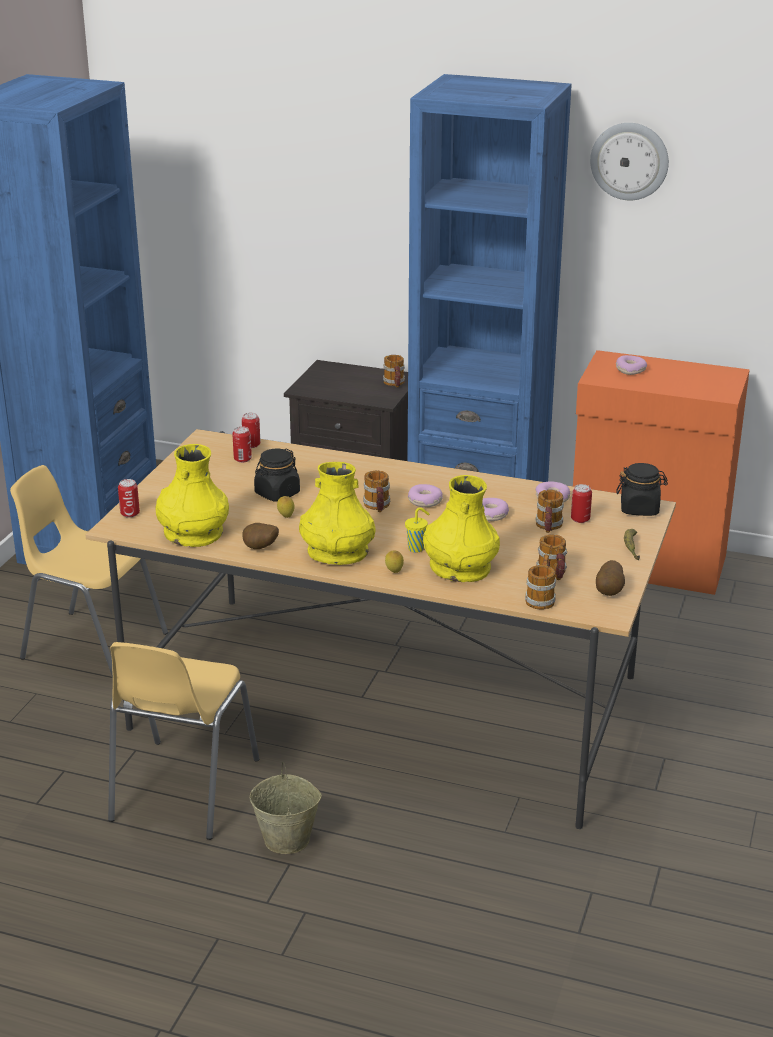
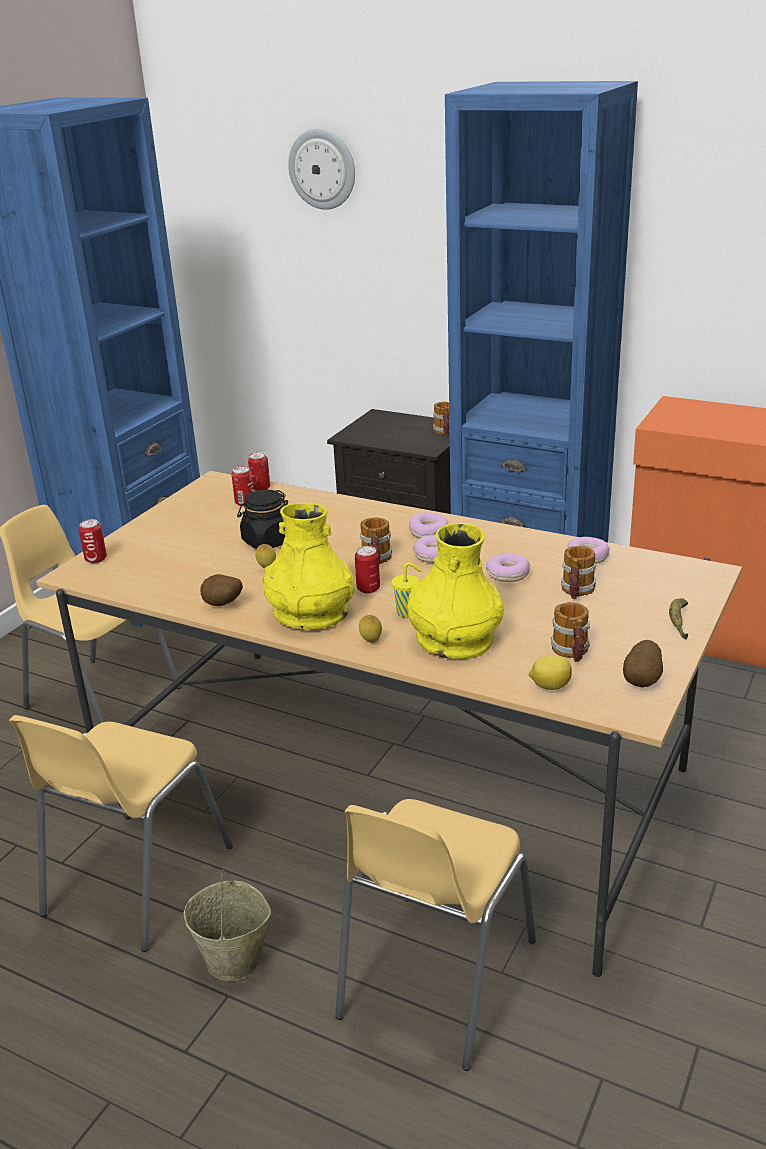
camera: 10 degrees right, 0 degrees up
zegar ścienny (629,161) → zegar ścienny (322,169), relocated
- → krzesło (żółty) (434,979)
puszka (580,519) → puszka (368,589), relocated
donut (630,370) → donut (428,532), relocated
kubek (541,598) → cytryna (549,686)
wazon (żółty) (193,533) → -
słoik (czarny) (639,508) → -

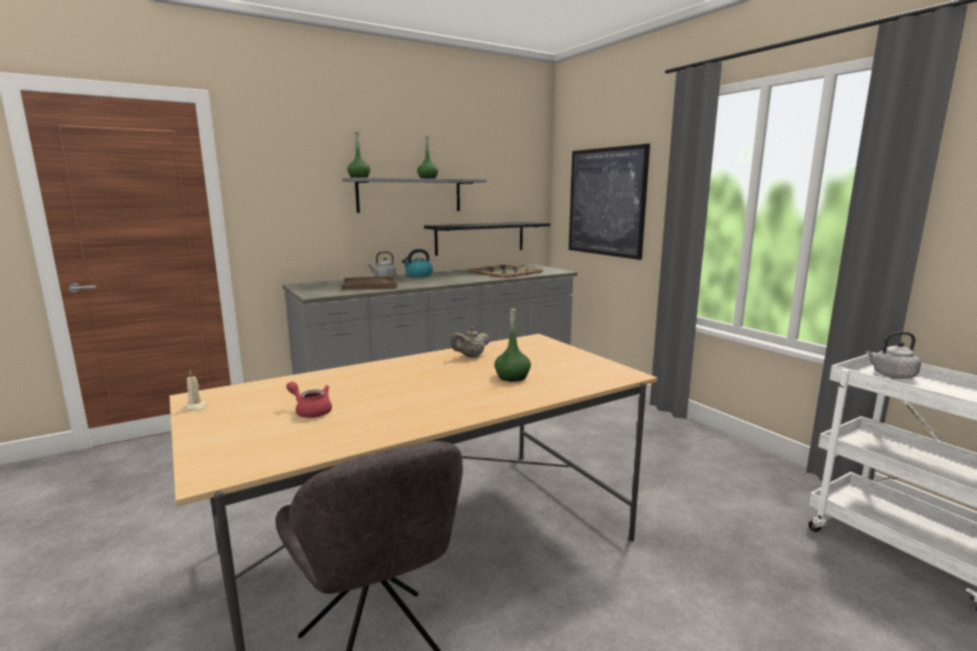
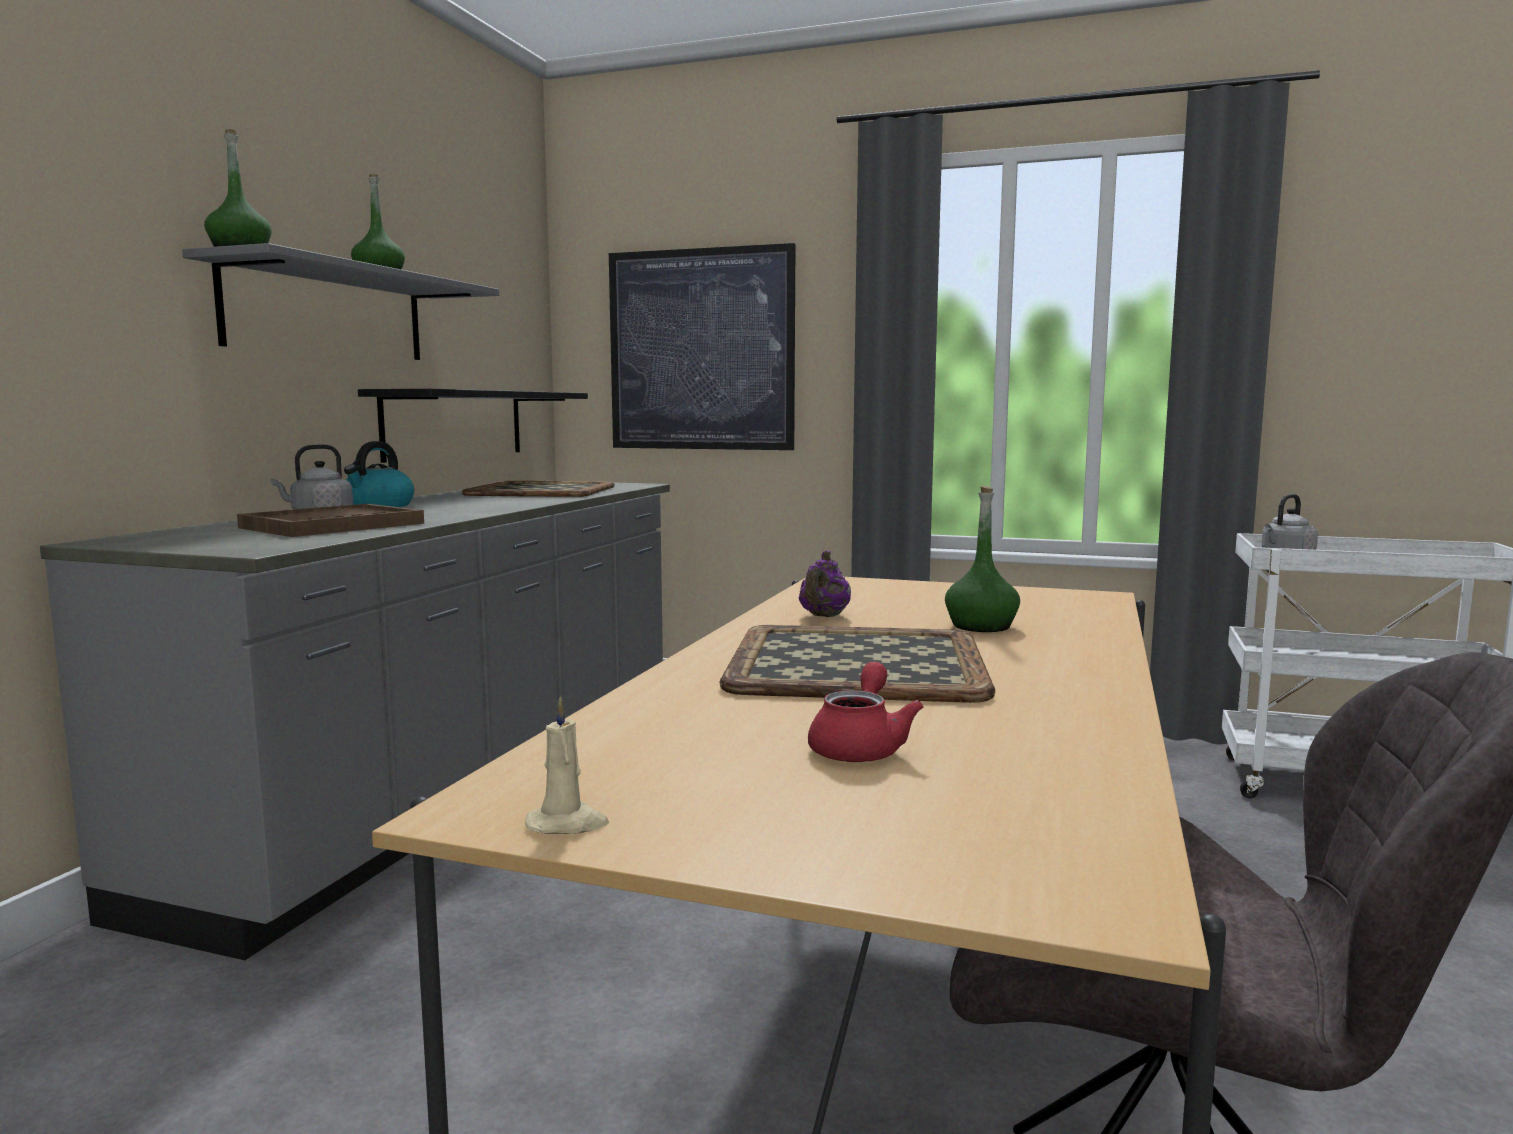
camera: 40 degrees left, 5 degrees down
- → taca (854,663)
imbryk (beżowy) (471,356) → imbryk (fioletowy) (824,616)
imbryk (czerwony) (311,411) → imbryk (czerwony) (860,747), 120 degrees clockwise

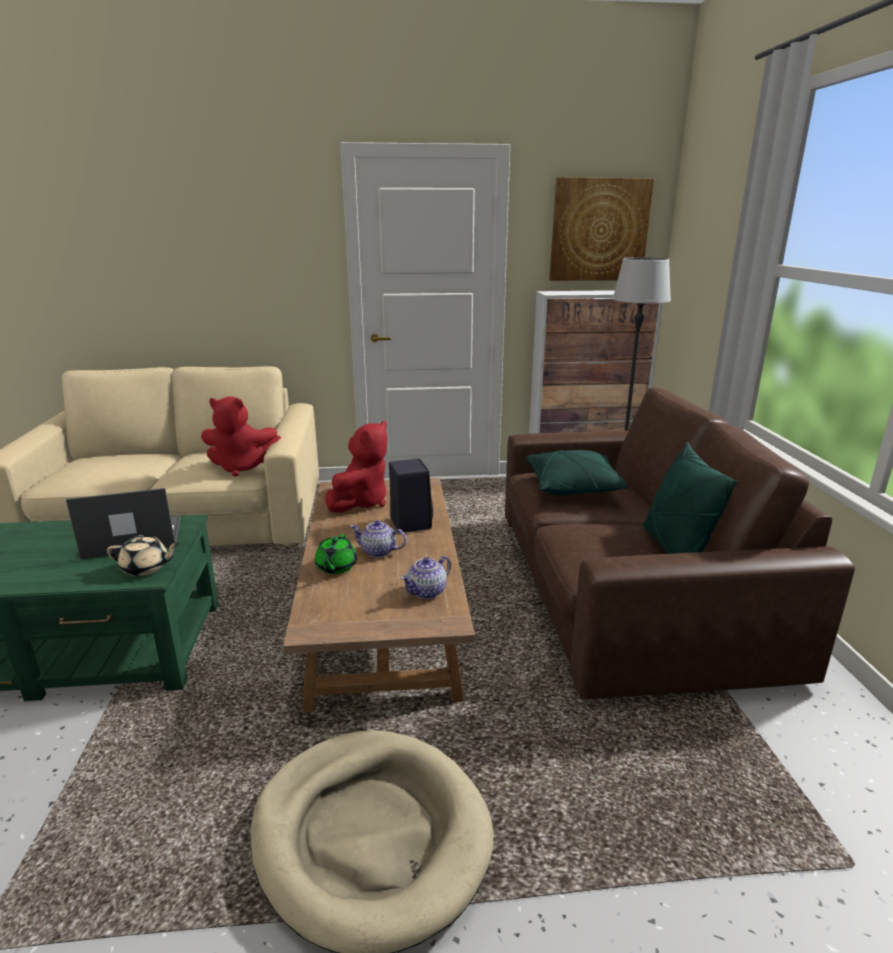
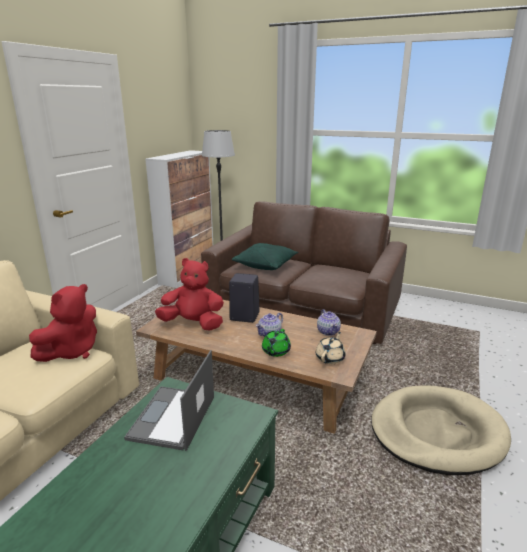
camera: 60 degrees left, 0 degrees up
pluszak (czerwony) (361,502) → pluszak (czerwony) (193,324), 45 degrees counterclockwise
imbryk (zielony) (336,567) → imbryk (zielony) (275,351), 75 degrees clockwise
imbryk (beżowy) (146,568) → imbryk (beżowy) (330,358), relocated
obraz (599,230) → -
poduszka (zielony) (675,549) → -

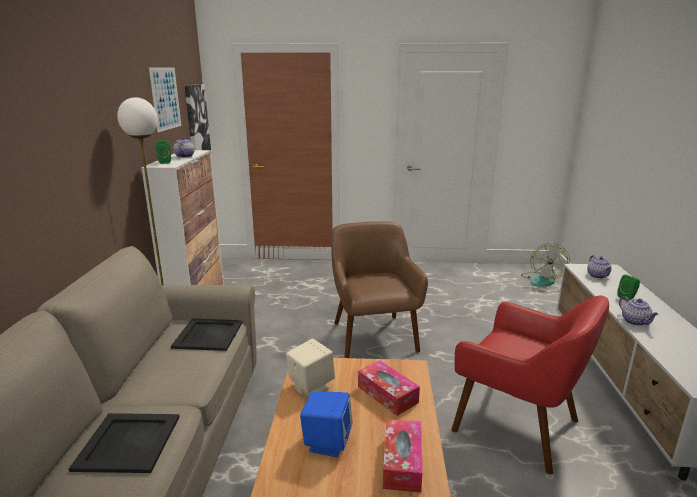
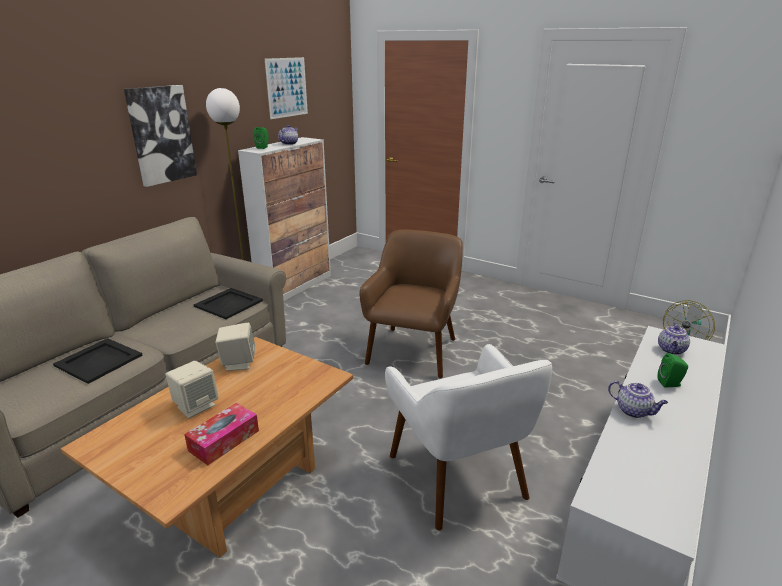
camera: 30 degrees right, 5 degrees up
obraz (196,119) → obraz (161,135), relocated
głośnik (niebieski) (327,442) → głośnik (beżowy) (196,406)
fotel (czerwony) (518,426) → fotel (biały) (458,477)
imbryk (635,321) → imbryk (634,411), 60 degrees counterclockwise
pudełko chusteczek (387,394) → -

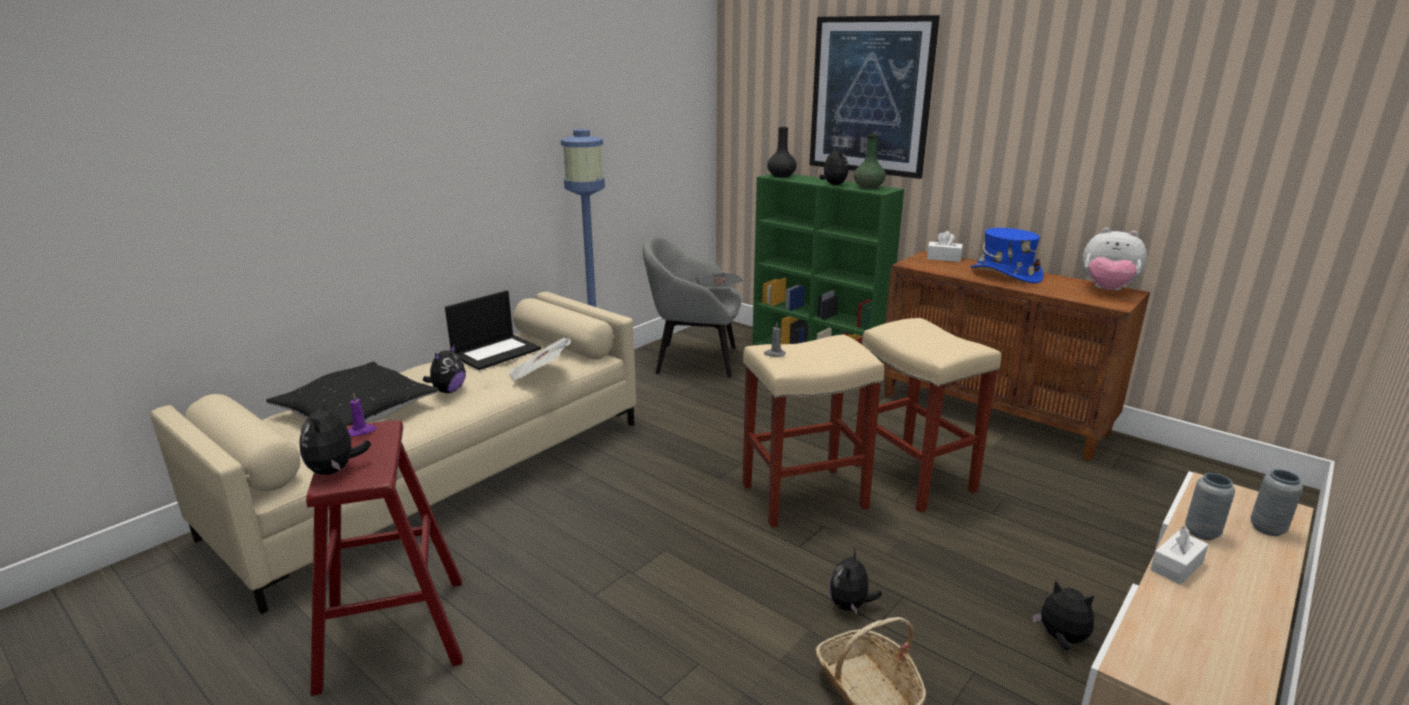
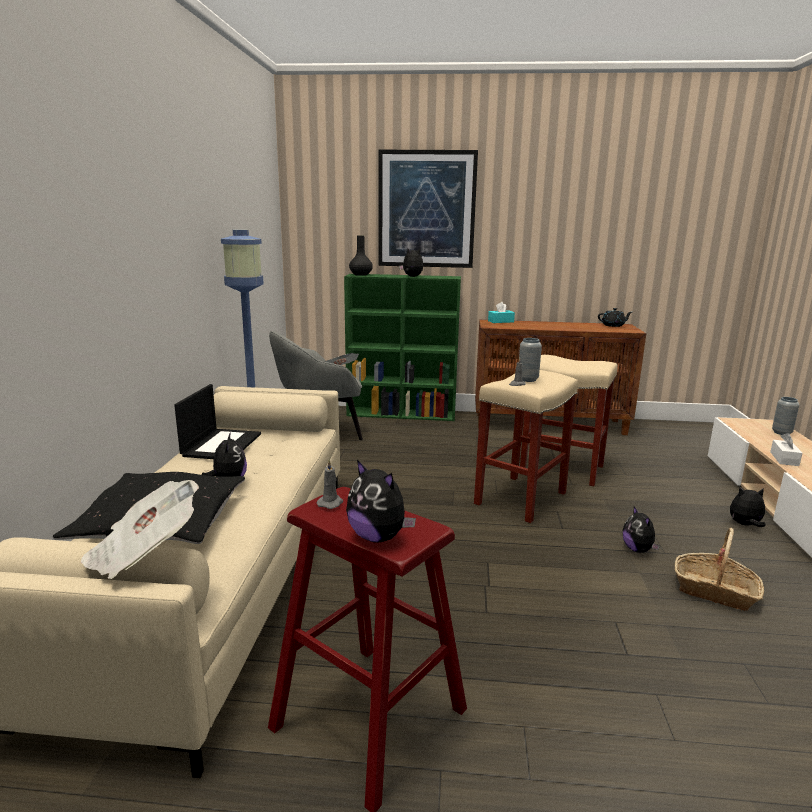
camera: 35 degrees left, 5 degrees down
gazeta (539,375) → gazeta (144,553), relocated
świeca (fioletowy) (362,431) → świeca (szary) (331,503)
pudełko chusteczek (biały) (943,258) → pudełko chusteczek (turkusowy) (501,321)
wazon (szary) (1201,533) → wazon (szary) (528,379), relocated
pluszak (1107,290) → imbryk (czarny) (613,325)
wazon (zielony) (868,187) → -
kapelusz (niebieski) (1005,274) → -

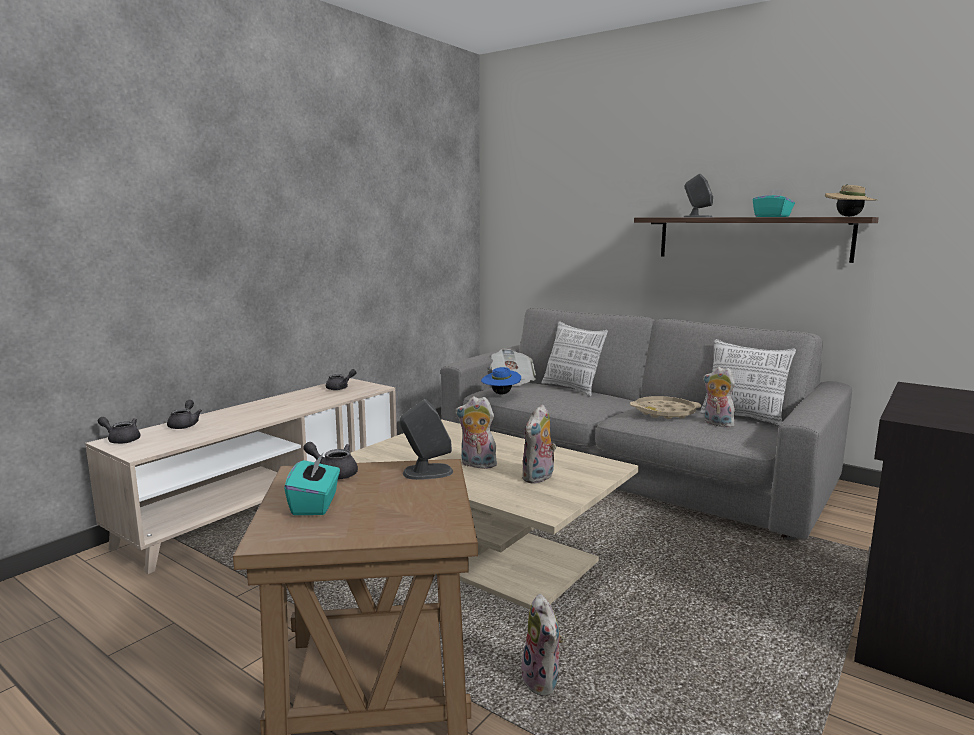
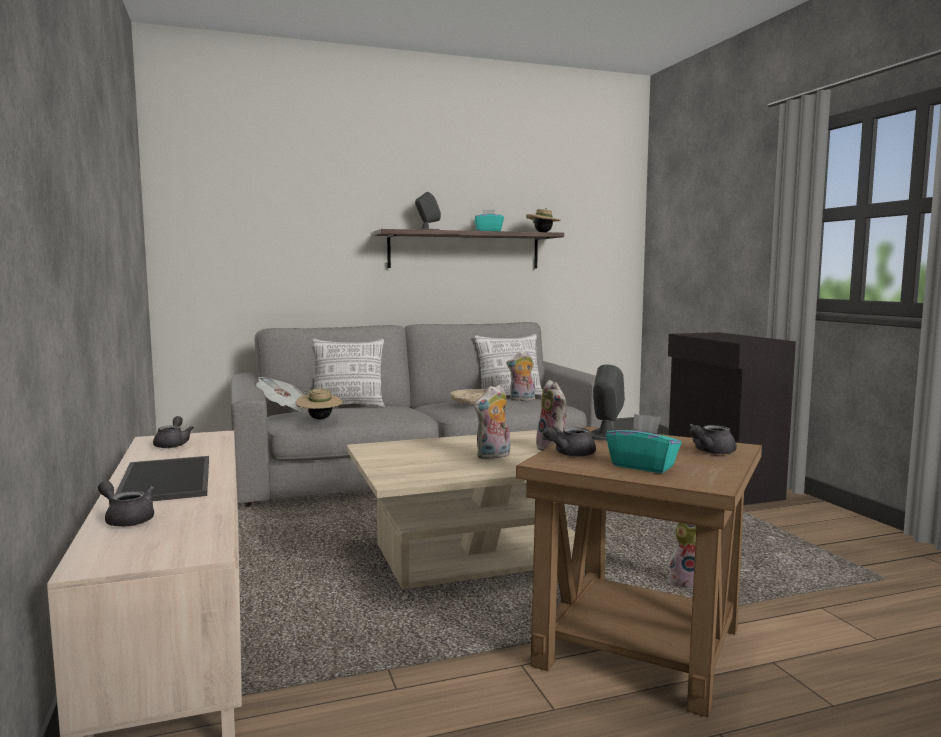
camera: 55 degrees left, 5 degrees down
- → taca (163,480)
kapelusz (niebieski) (501,394) → kapelusz (beżowy) (319,419)
imbryk (szary) (121,440) → imbryk (szary) (710,452), relocated

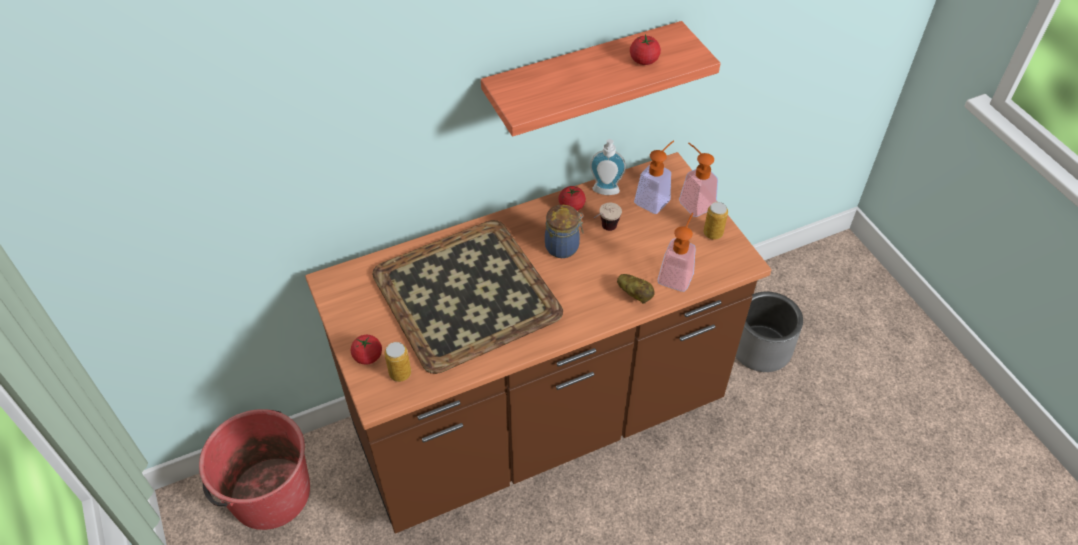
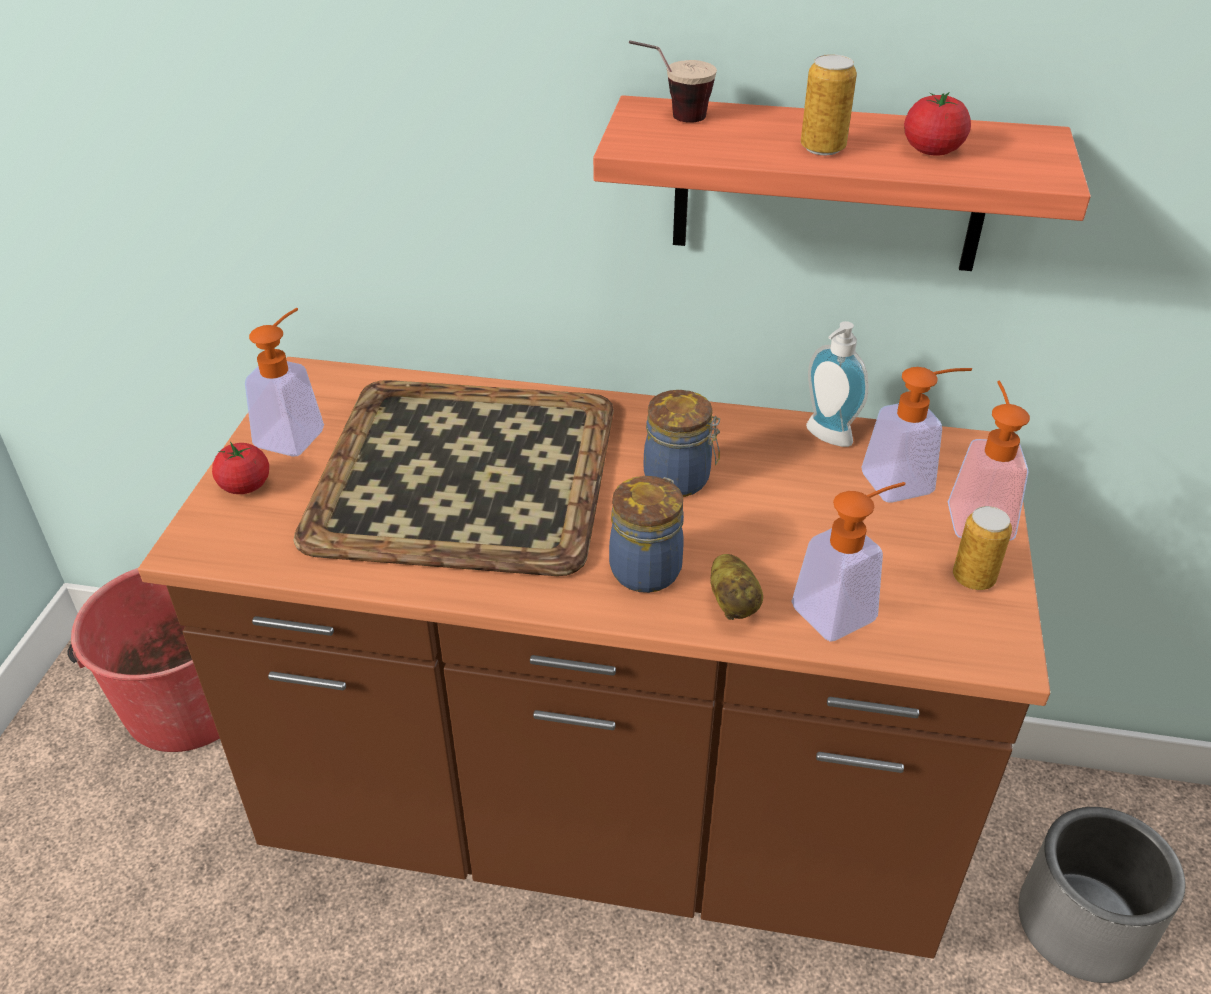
camera: 35 degrees right, 10 degrees down
- → dozownik mydła (296,431)
- → słoik (647,568)
filiżanka (604,231) → filiżanka (670,120), relocated
puszka (400,373) → puszka (822,148), relocated
pomidor (571,206) → -

